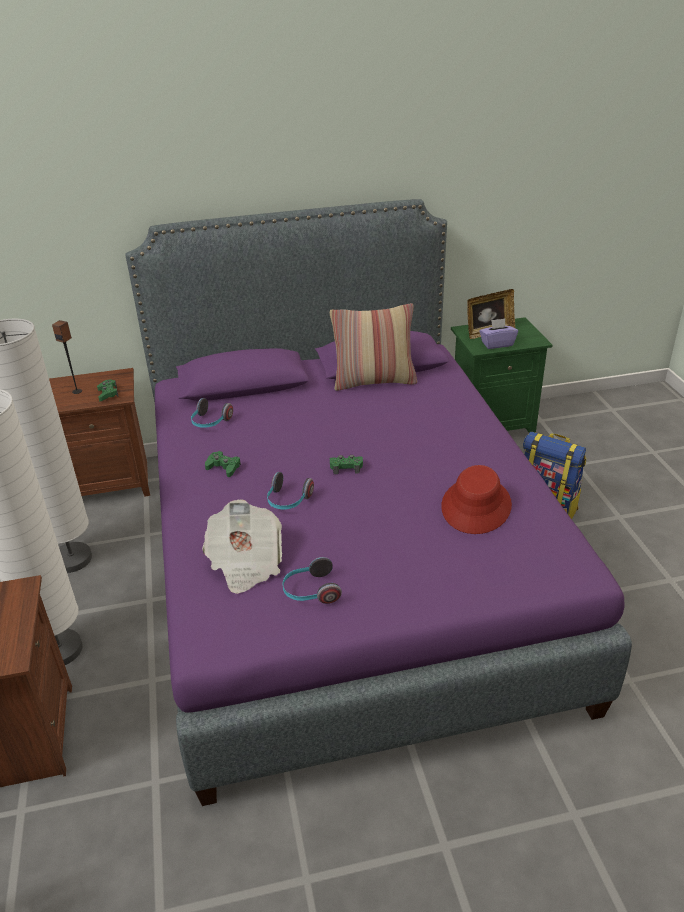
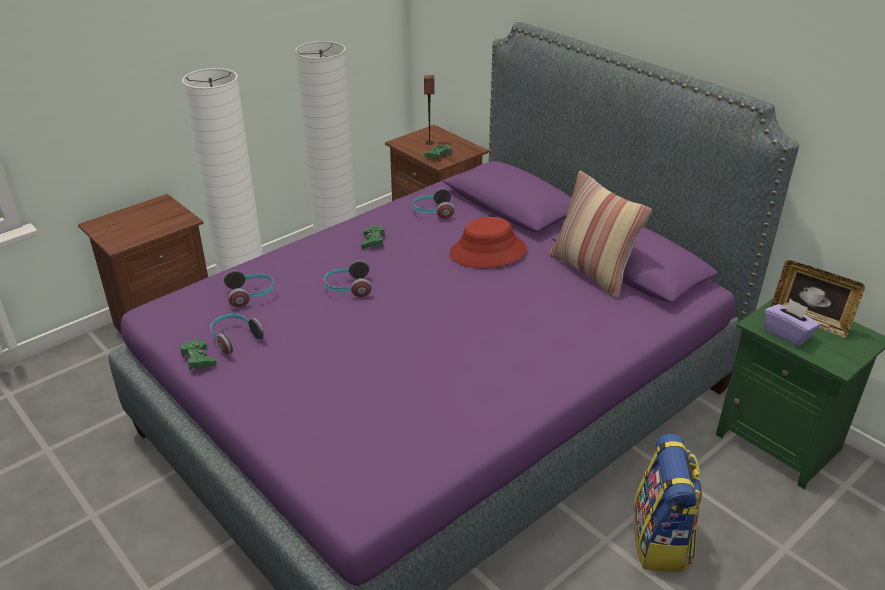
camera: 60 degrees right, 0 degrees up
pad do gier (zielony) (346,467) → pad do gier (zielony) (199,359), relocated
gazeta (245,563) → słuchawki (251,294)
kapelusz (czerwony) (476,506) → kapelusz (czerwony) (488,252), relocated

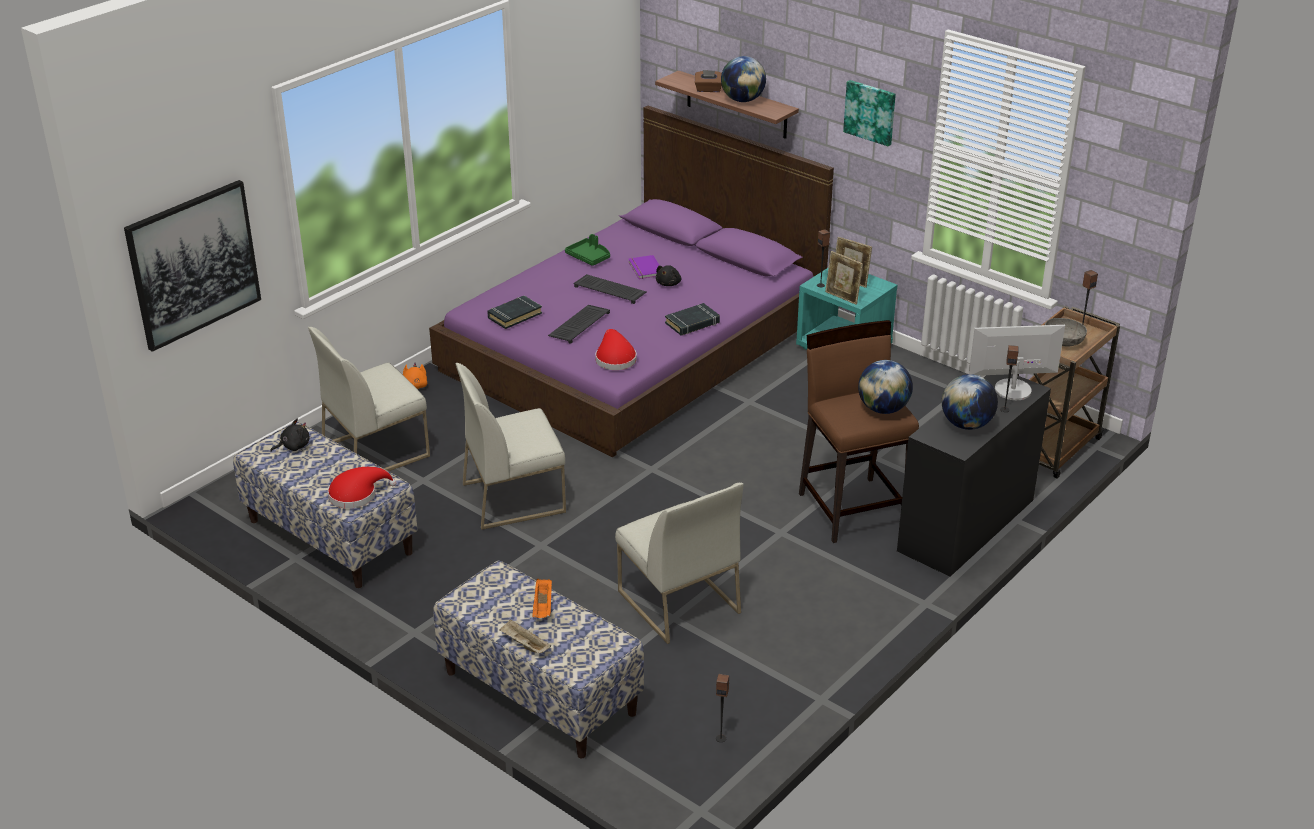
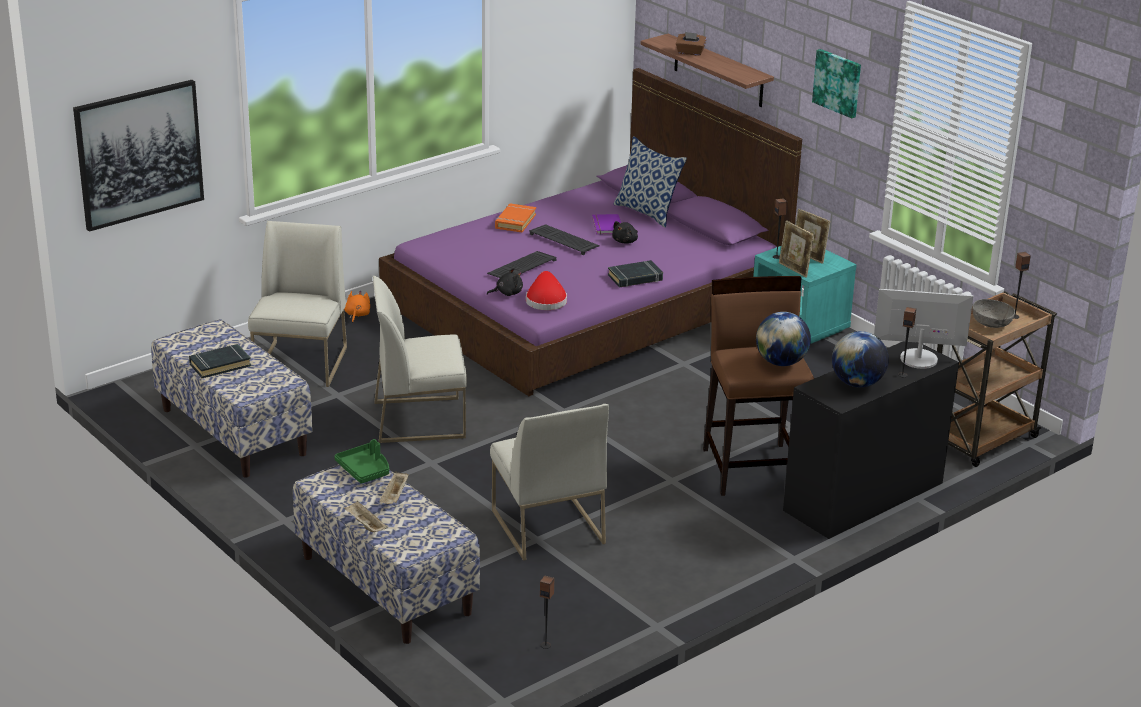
camera: 10 degrees right, 5 degrees down
książka (czarny) (514,315) → książka (czarny) (220,365), relocated
krzesło (biały) (376,450) → krzesło (biały) (301,364), 120 degrees clockwise
taca (zielony) (589,257) → taca (zielony) (365,470), relocated
taca (pomarańczowy) (543,606) → taca (beżowy) (394,497)
pluszak (czarny) (293,446) → pluszak (czarny) (507,293), relocated
- → książka (pomarańczowy) (515,221)
- → poduszka (647,213)
kapelusz (czerwony) (356,494) → -
globus (742,100) → -

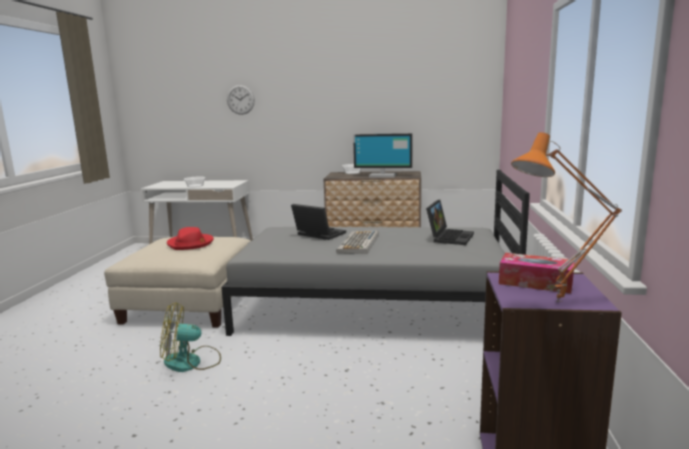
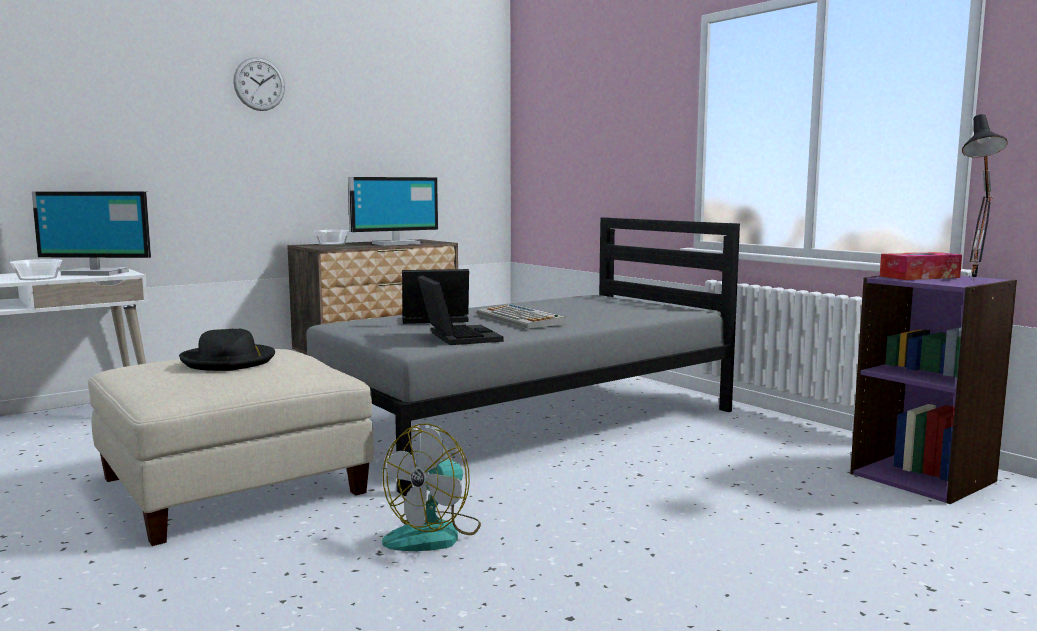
camera: 45 degrees left, 5 degrees down
- → monitor (97,273)
kapelusz (czerwony) (190,244) → kapelusz (czarny) (229,361)
zegar ścienny (240,99) → zegar ścienny (259,84), relocated
laptop (449,237) → laptop (457,337), relocated
lampa stołowa (pomarańczowy) (561,303) → lampa stołowa (czarny) (977,281)

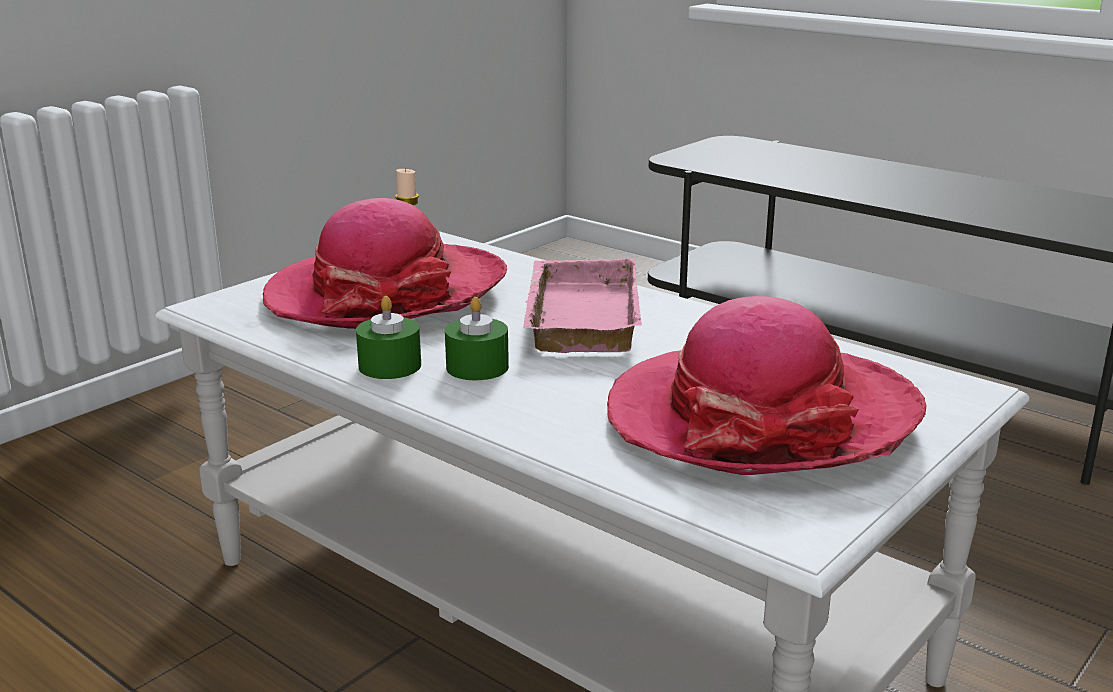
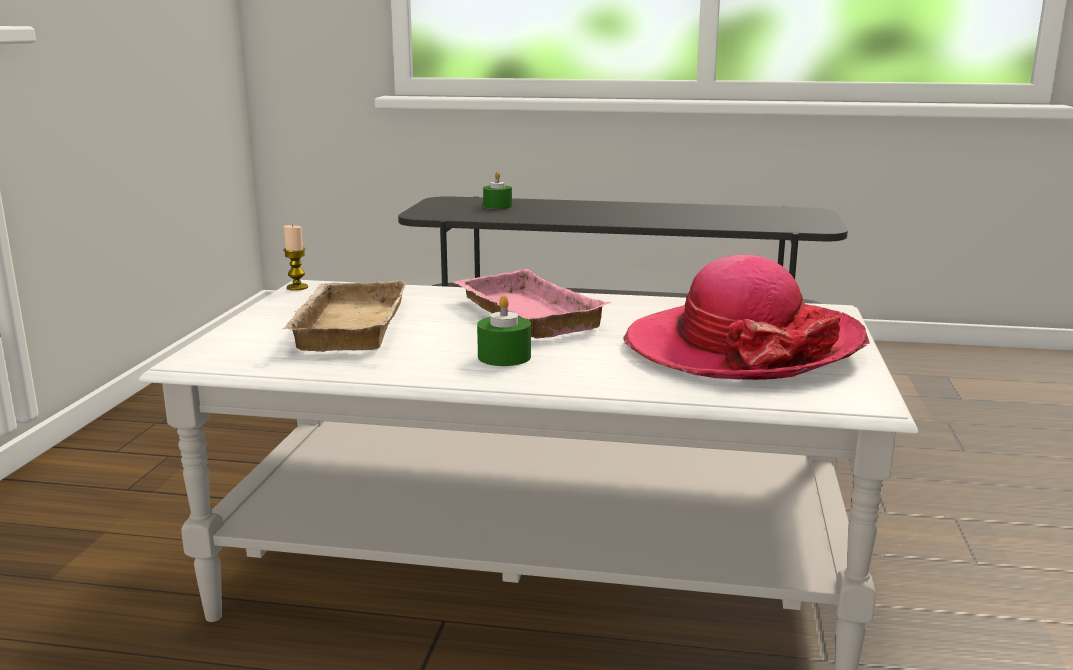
camera: 30 degrees left, 5 degrees down
kapelusz (387,293) → taca (beżowy) (346,325)
świeca (zielony) (390,366) → świeca (zielony) (497,206), relocated

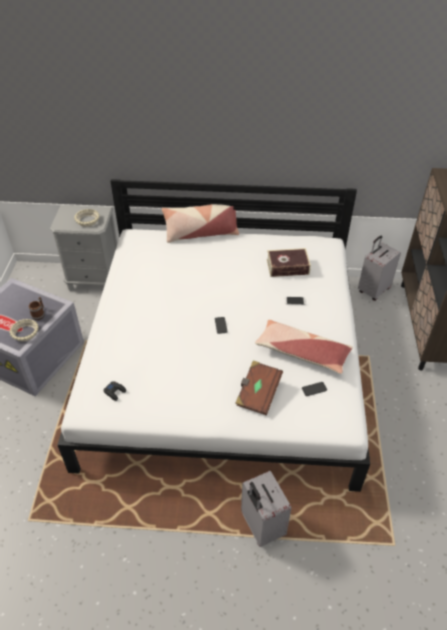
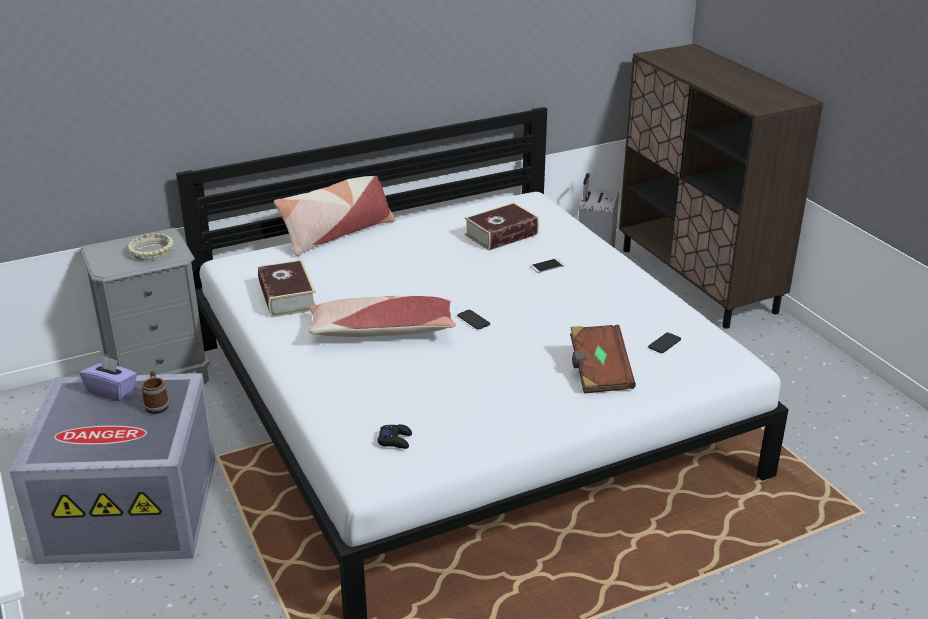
camera: 30 degrees left, 15 degrees down
- → pudełko chusteczek (fioletowy) (112,391)
- → książka (287,297)
poduszka (302,352) → poduszka (381,331), relocated
miska (beżowy) (25,333) → -
walizka (szary) (261,526) → -

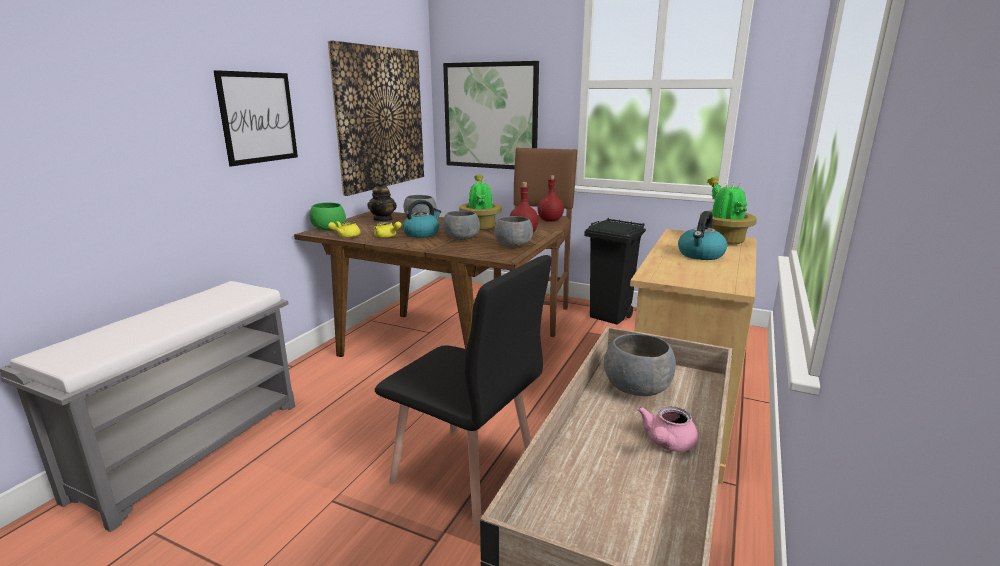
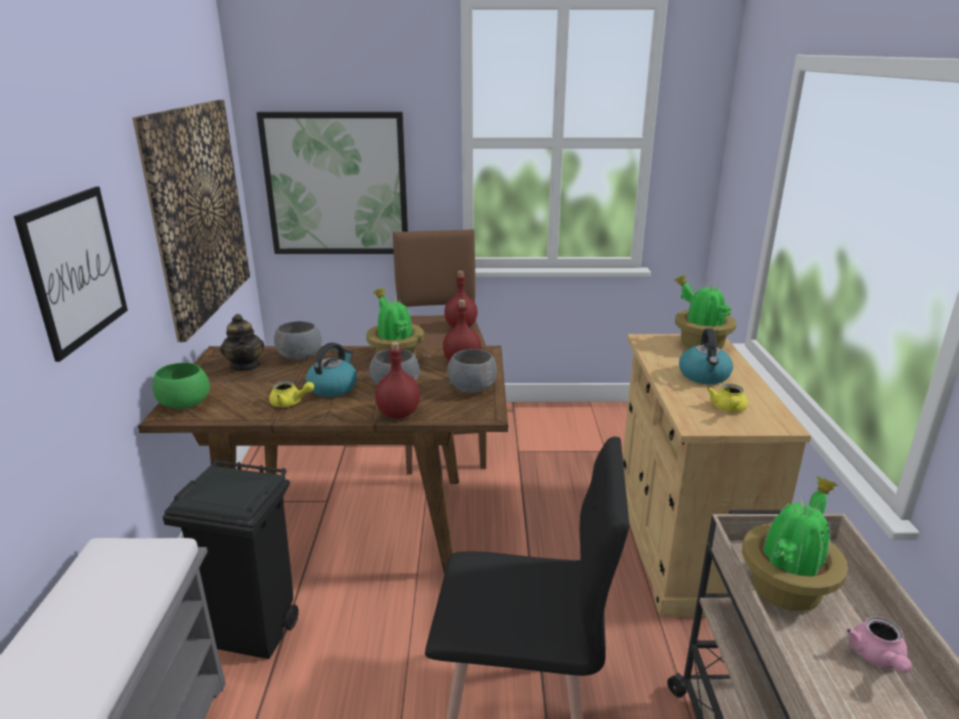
camera: 25 degrees left, 5 degrees up
kosz na śmieci (czarny) (610,317) → kosz na śmieci (czarny) (257,634), relocated
- → butelka (czerwony) (399,414)
imbryk (żółty) (346,236) → imbryk (żółty) (728,409), relocated
miska (szary) (637,388) → roślina doniczkowa (787,587)

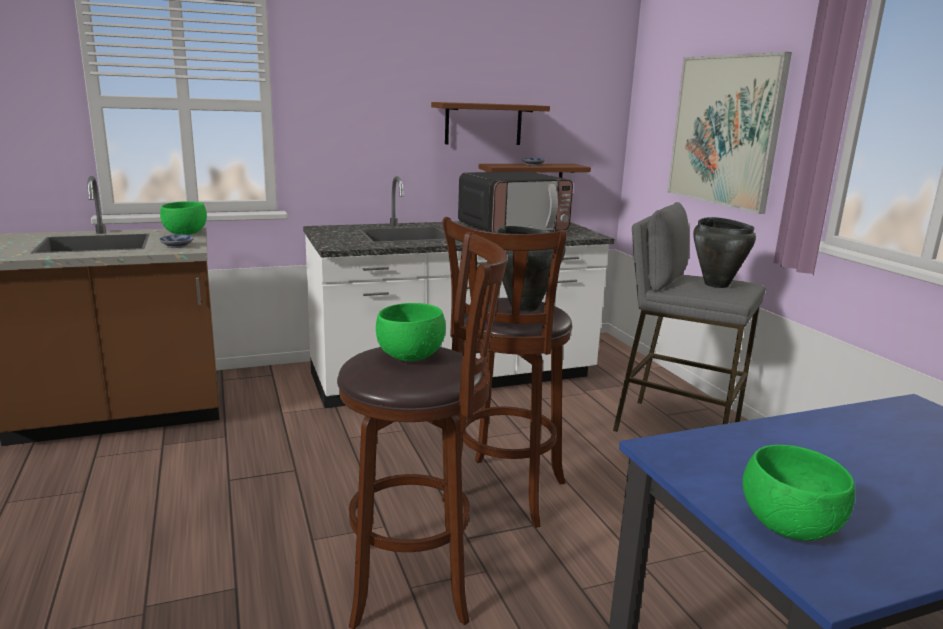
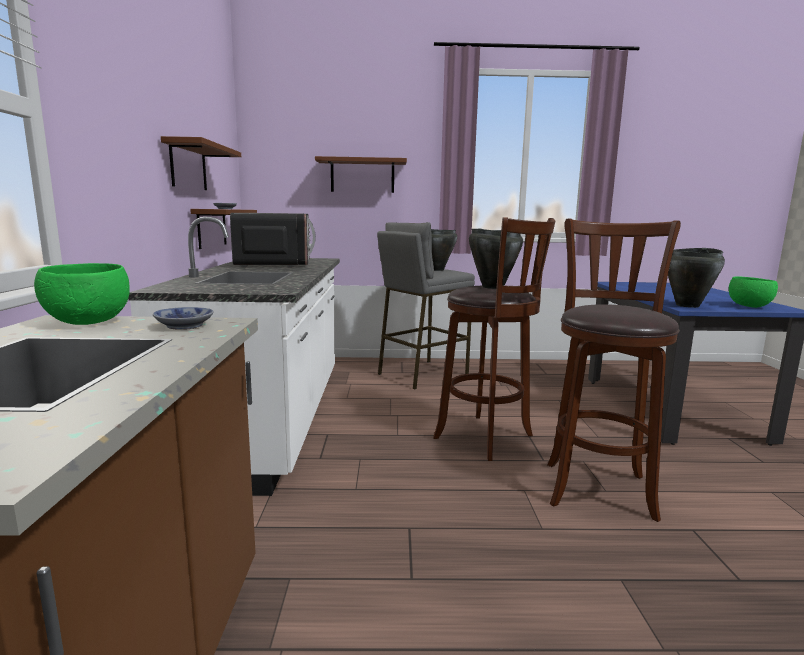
camera: 70 degrees left, 5 degrees down
obraz (724,130) → półka (brązowy) (362,176)
- → garnek (czarny) (688,305)
miska (zielony) (410,356) → -

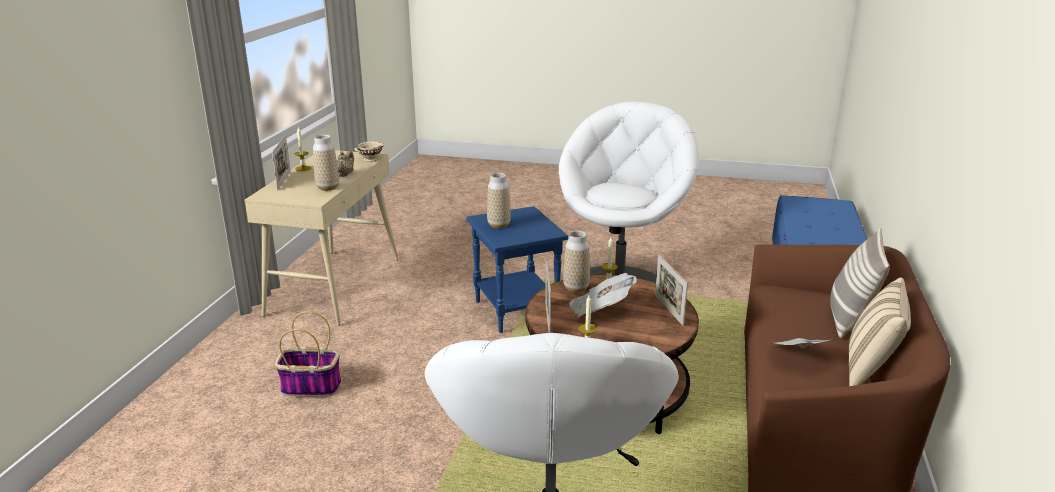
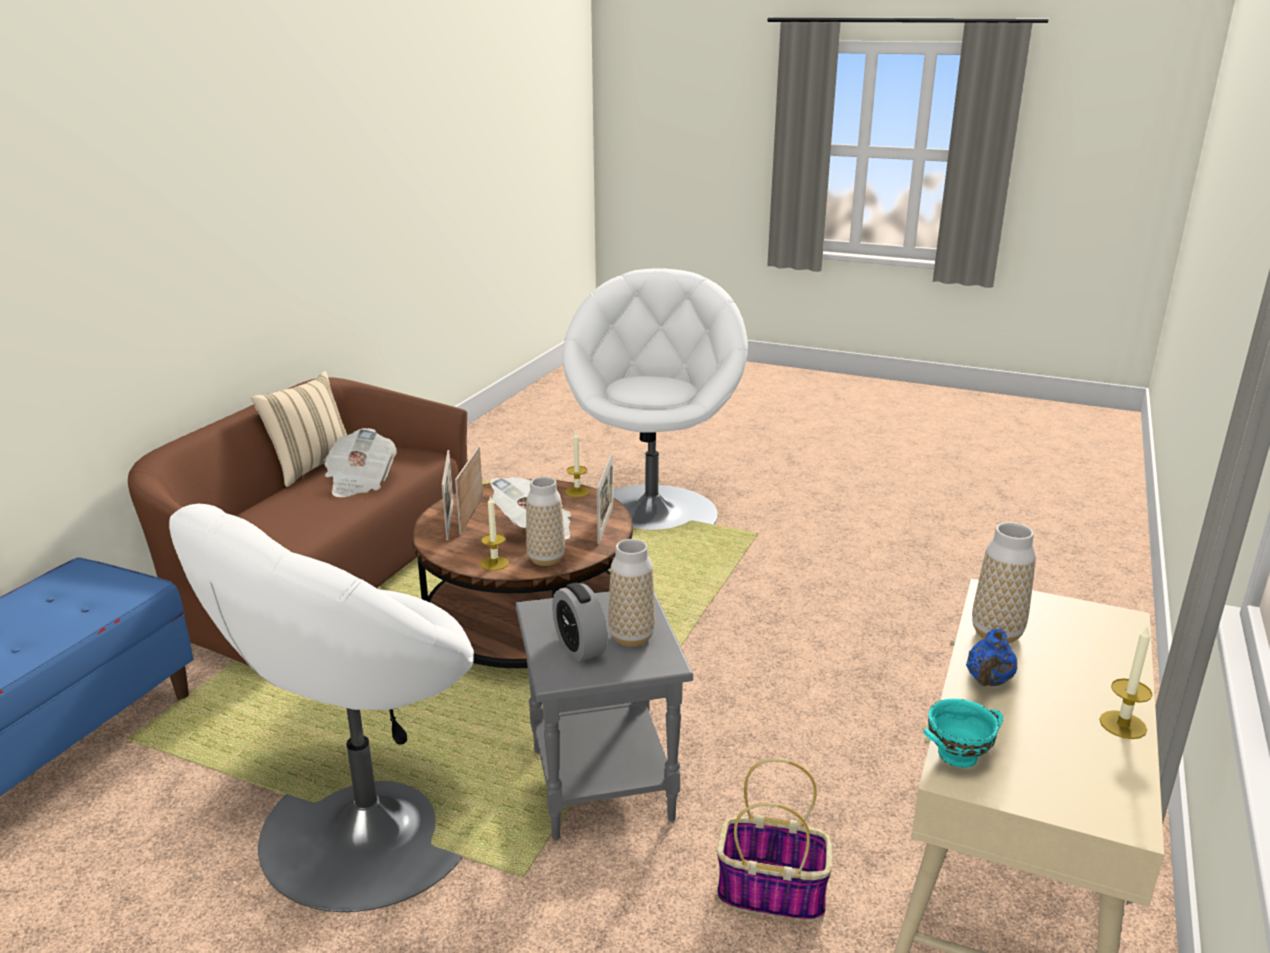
camera: 170 degrees left, 0 degrees up
ramka na zdjęcie (284,180) → ramka na zdjęcie (471,515), relocated
stolik (niebieski) (518,311) → stolik (szary) (598,783)
- → budzik (579,646)
koszyk (310,387) → koszyk (773,892), relocated
miska (beżowy) (369,159) → miska (turkusowy) (959,755)
imbryk (beżowy) (344,175) → imbryk (niebieski) (988,681)
poduszka (849,319) → -

